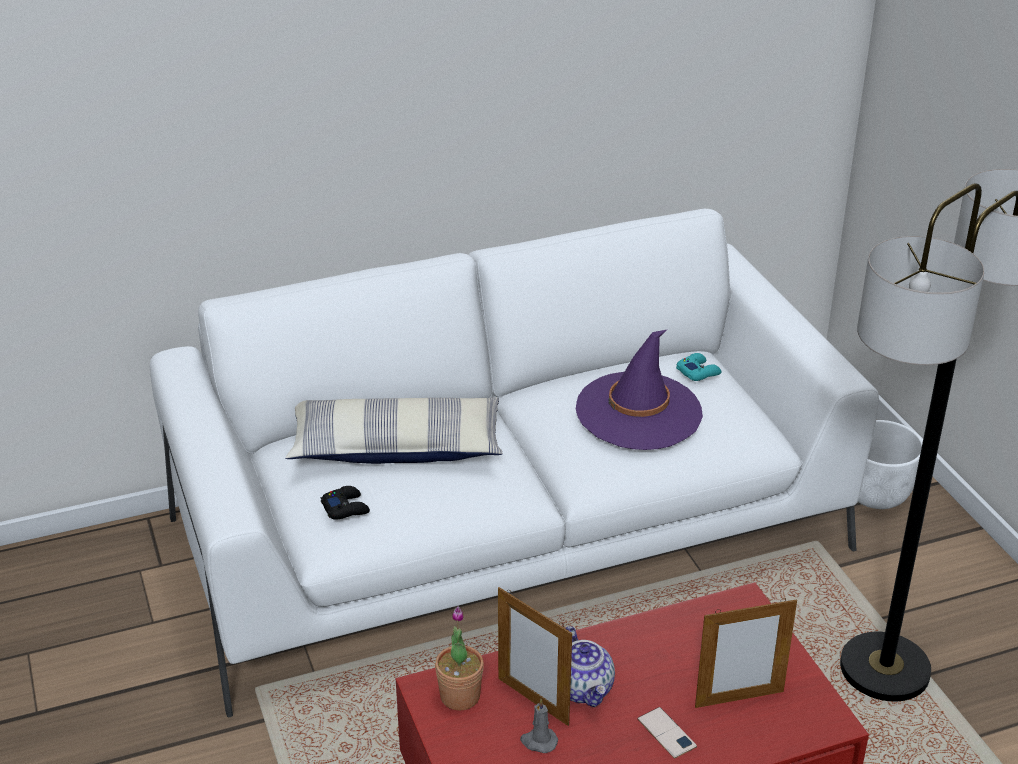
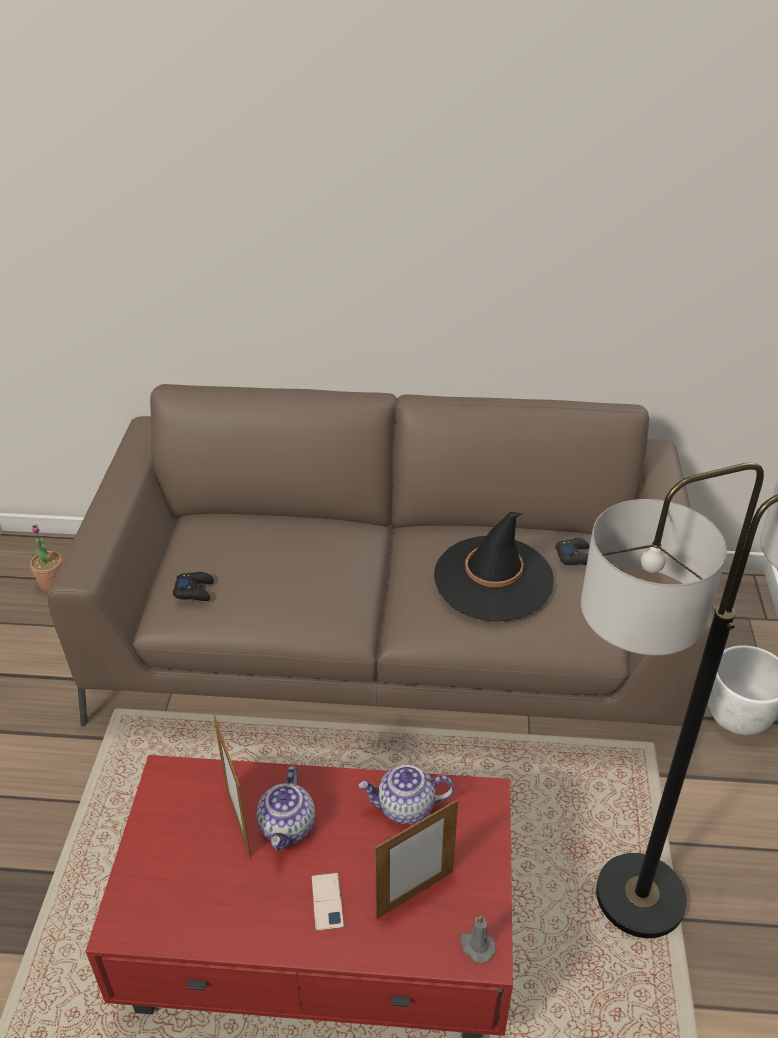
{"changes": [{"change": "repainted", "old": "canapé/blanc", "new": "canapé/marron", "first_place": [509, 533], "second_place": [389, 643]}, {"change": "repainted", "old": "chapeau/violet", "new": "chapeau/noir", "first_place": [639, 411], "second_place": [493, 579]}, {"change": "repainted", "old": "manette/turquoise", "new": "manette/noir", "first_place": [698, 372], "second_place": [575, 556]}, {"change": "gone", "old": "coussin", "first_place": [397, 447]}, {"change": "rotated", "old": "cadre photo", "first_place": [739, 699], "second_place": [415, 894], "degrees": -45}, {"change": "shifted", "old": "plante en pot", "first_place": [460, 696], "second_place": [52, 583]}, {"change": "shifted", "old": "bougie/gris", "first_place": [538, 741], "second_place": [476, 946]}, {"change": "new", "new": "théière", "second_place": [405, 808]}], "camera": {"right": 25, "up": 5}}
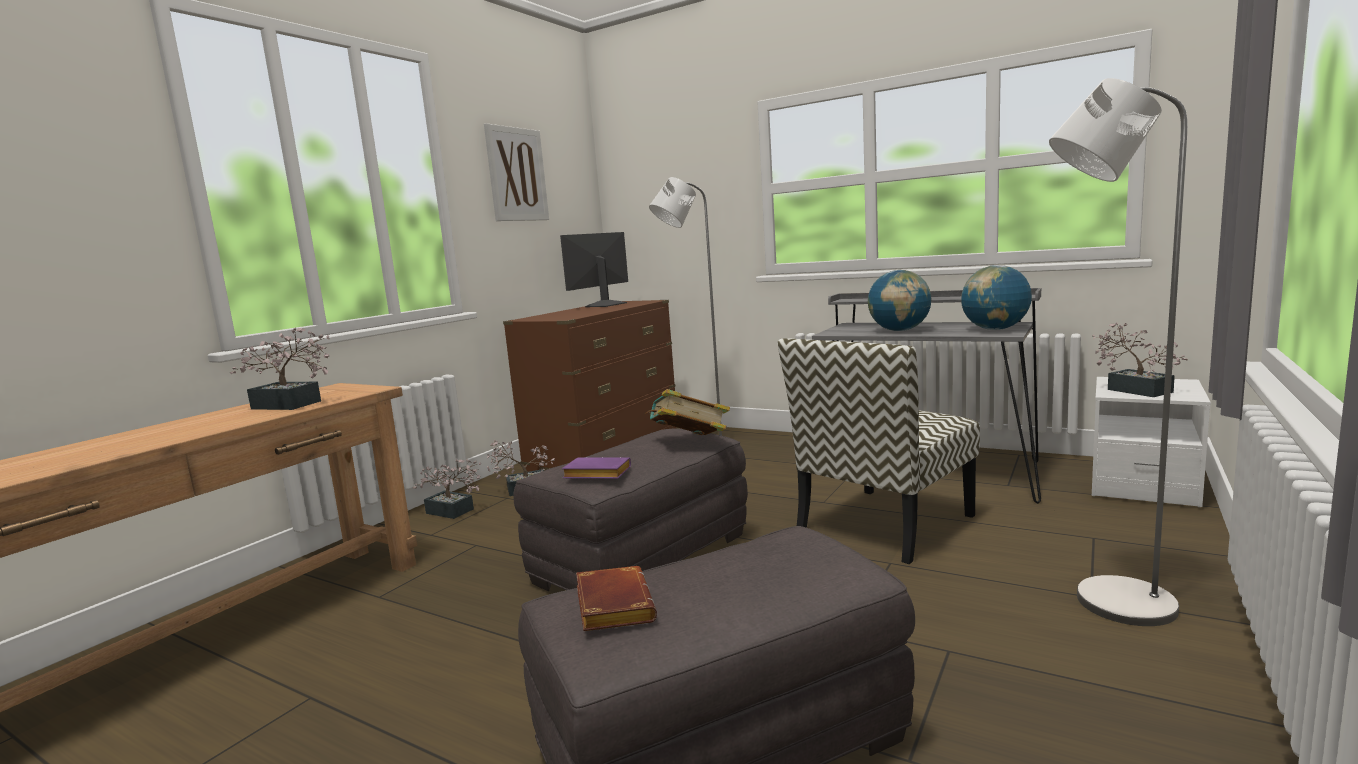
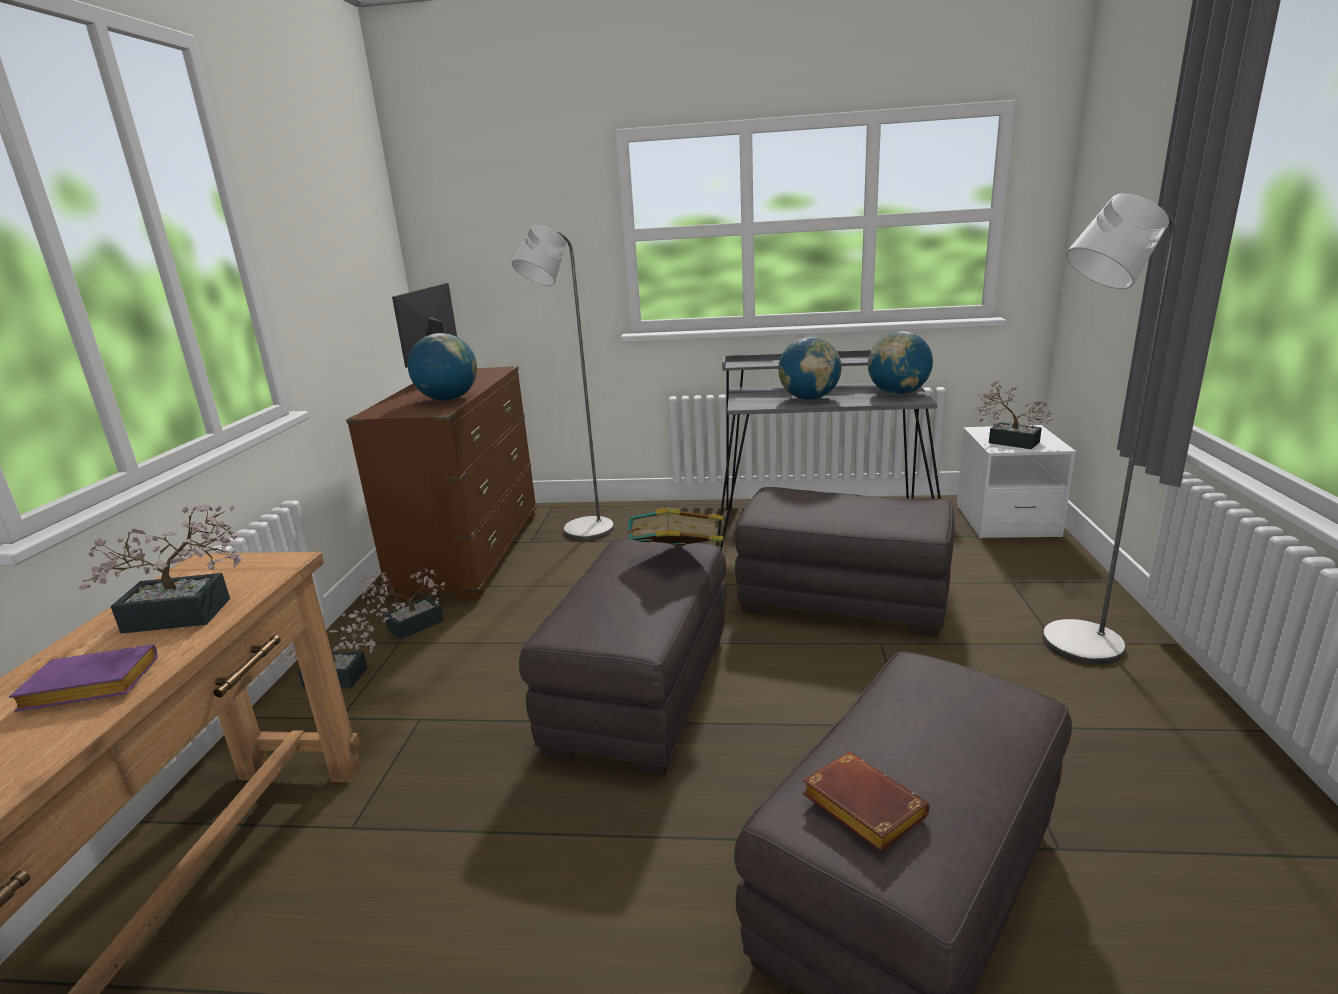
{"changes": [{"change": "gone", "old": "tableau", "first_place": [517, 174]}, {"change": "swapped", "old": "chaise", "new": "pouf/gris", "first_place": [884, 524], "second_place": [841, 600]}, {"change": "shifted", "old": "livre/violet", "first_place": [595, 475], "second_place": [87, 688]}, {"change": "new", "new": "globe", "second_place": [448, 399]}], "camera": {"right": -25, "up": 10}}
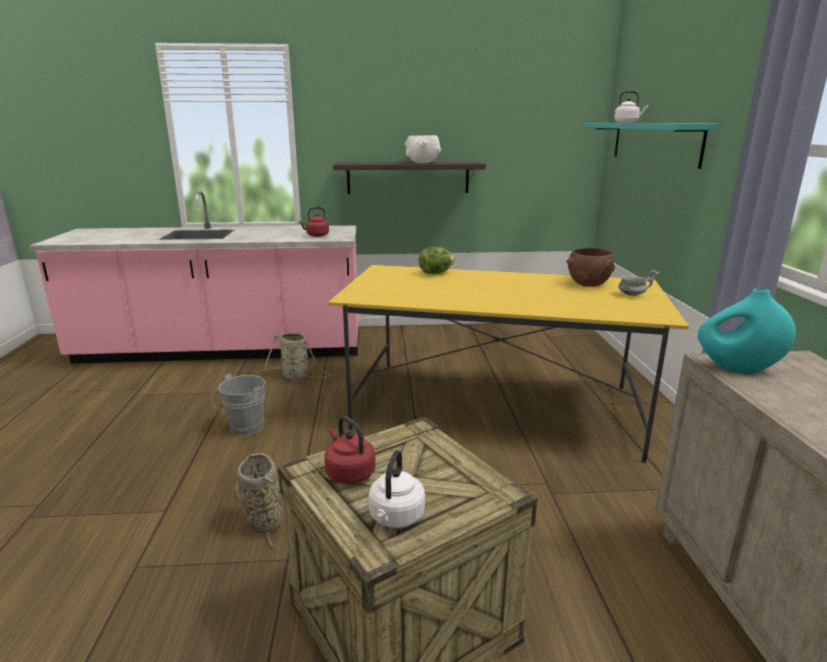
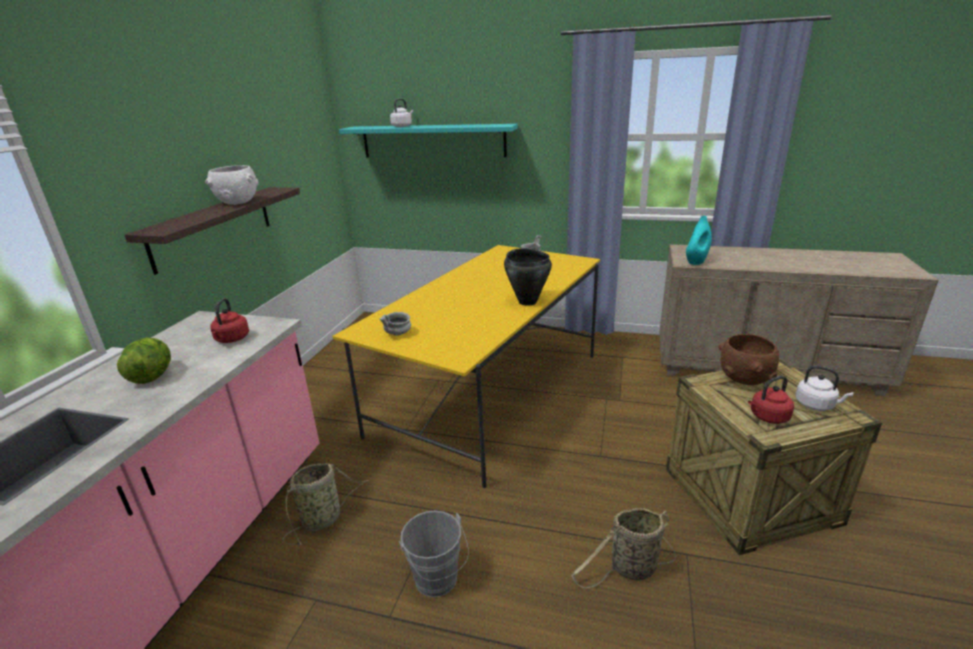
{"changes": [{"change": "shifted", "old": "laitue", "first_place": [436, 273], "second_place": [152, 376]}, {"change": "shifted", "old": "bol/marron", "first_place": [588, 284], "second_place": [744, 379]}, {"change": "new", "new": "marmite/noir", "second_place": [527, 301]}, {"change": "new", "new": "bol/gris", "second_place": [397, 334]}], "camera": {"right": -70, "up": 5}}
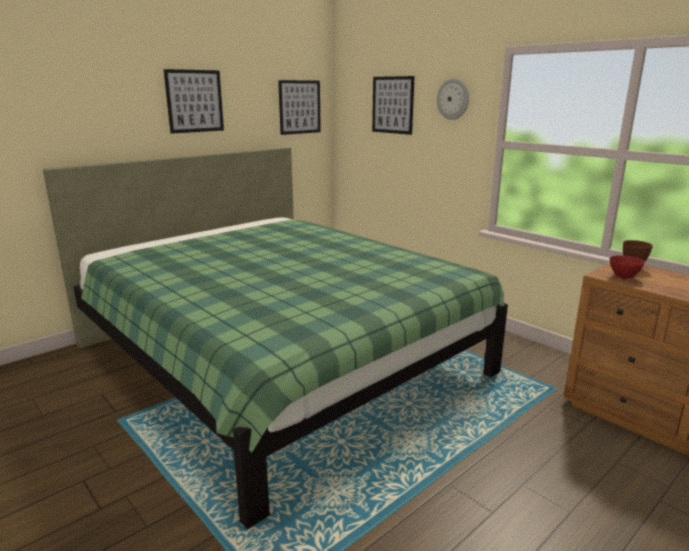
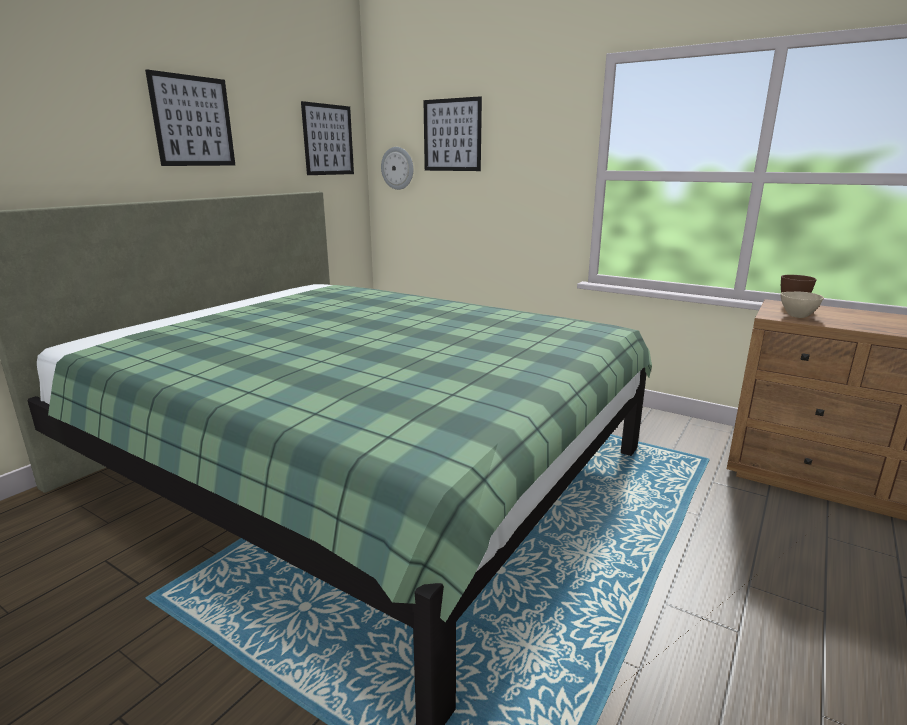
{"changes": [{"change": "shifted", "old": "horloge murale", "first_place": [453, 99], "second_place": [397, 168]}, {"change": "repainted", "old": "bol/rouge", "new": "bol/beige", "first_place": [623, 277], "second_place": [797, 316]}], "camera": {"right": -15, "up": 0}}
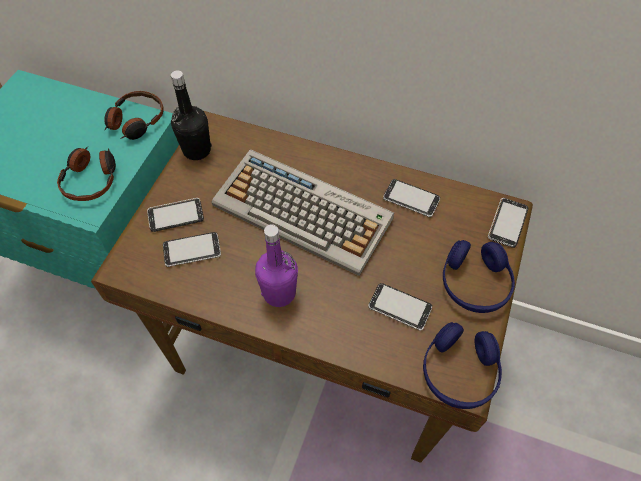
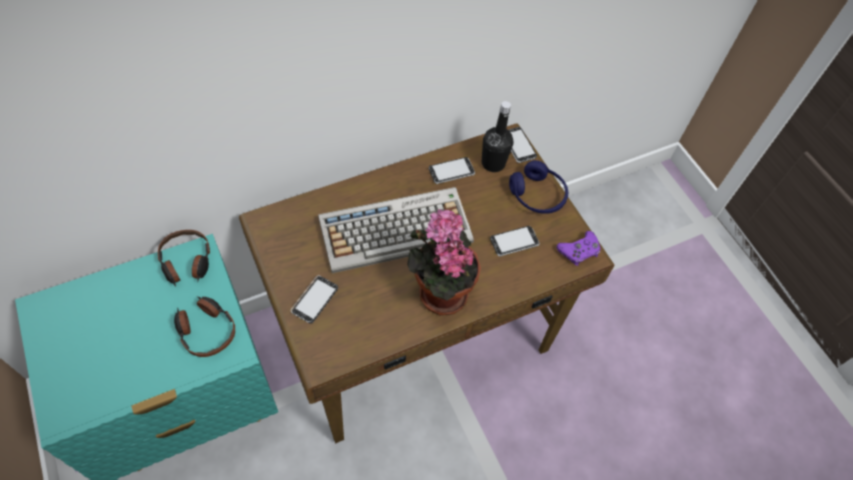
{"changes": [{"change": "shifted", "old": "bouteille/noir", "first_place": [197, 150], "second_place": [493, 163]}, {"change": "swapped", "old": "bouteille/violet", "new": "plante en pot", "first_place": [279, 293], "second_place": [439, 291]}, {"change": "gone", "old": "téléphone", "first_place": [192, 250]}, {"change": "swapped", "old": "casque audio/bleu", "new": "manette/violet", "first_place": [459, 371], "second_place": [579, 251]}], "camera": {"right": -50, "up": 0}}
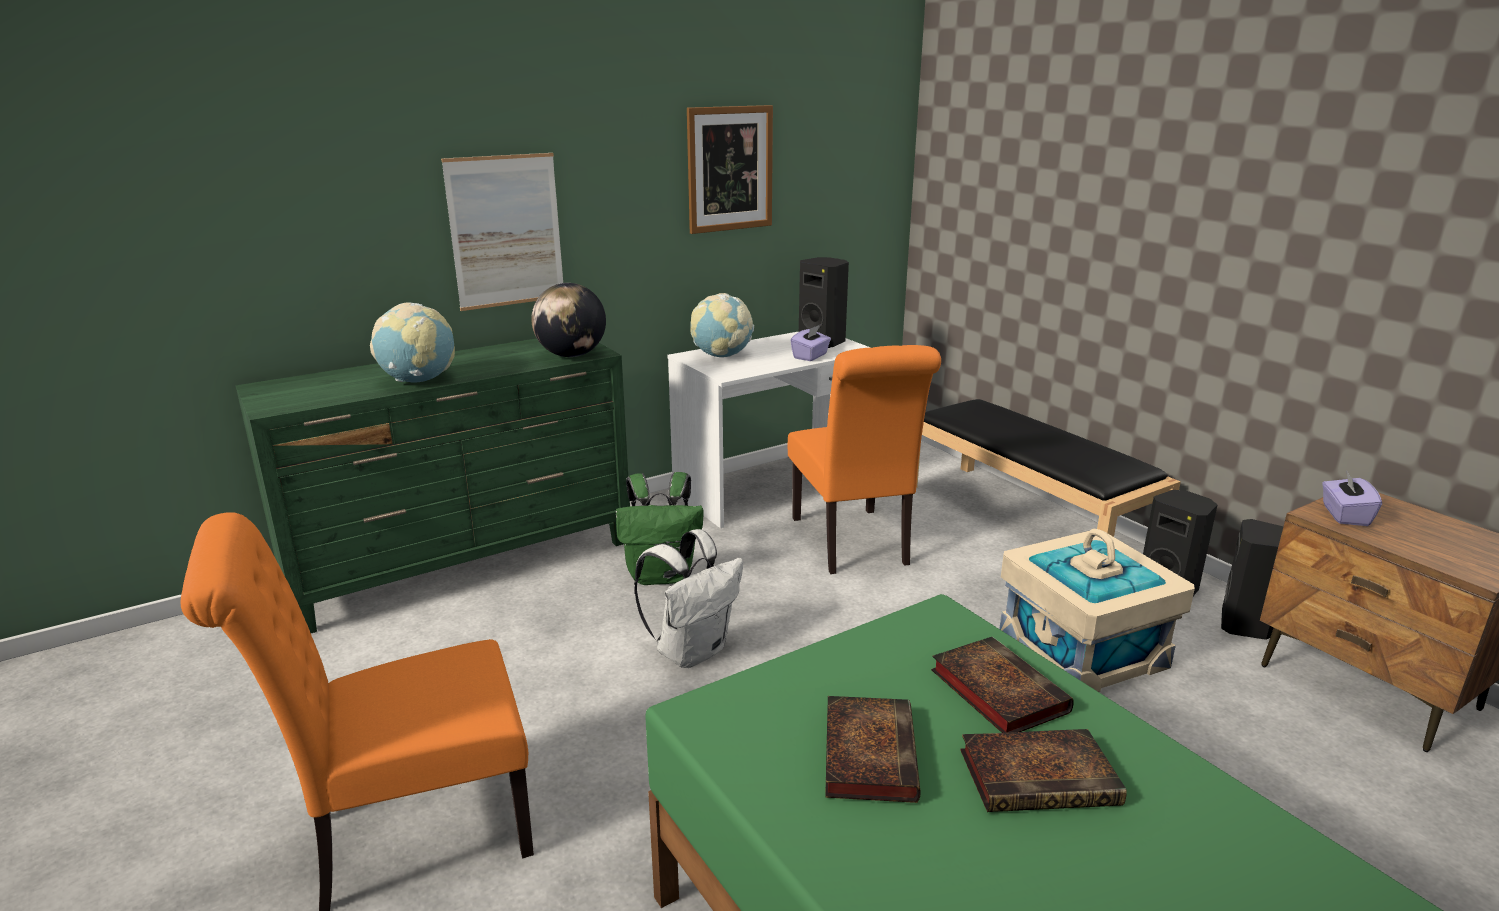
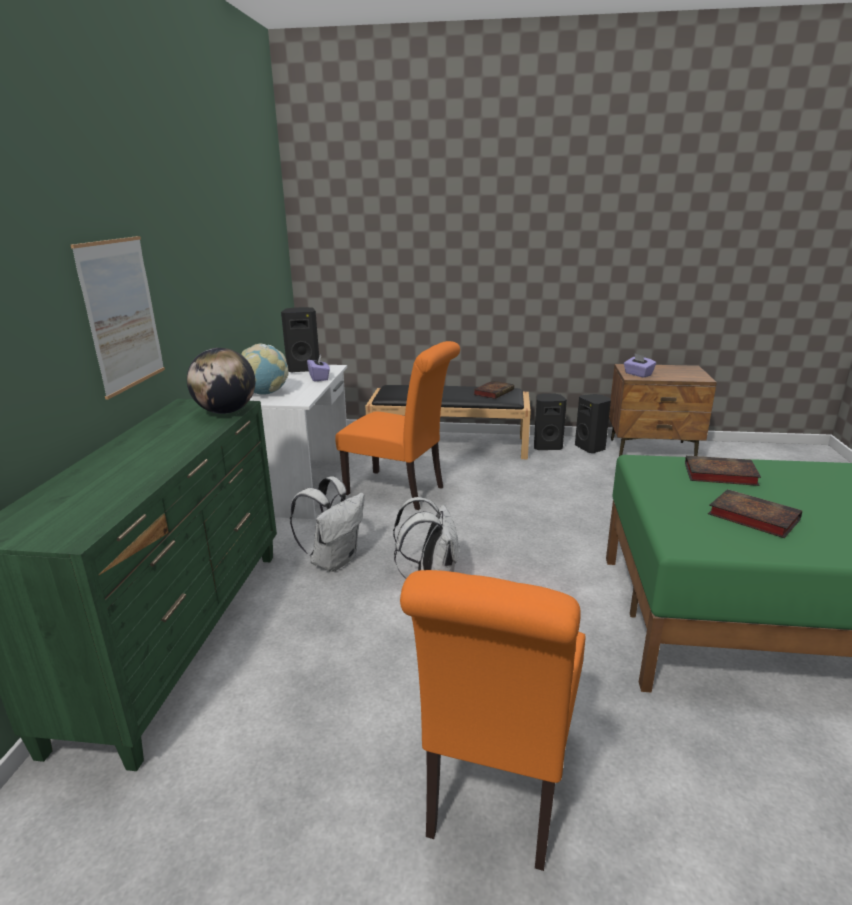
{"changes": [{"change": "gone", "old": "tableau", "first_place": [730, 169]}, {"change": "gone", "old": "globe", "first_place": [418, 381]}, {"change": "repainted", "old": "sac à dos/vert", "new": "sac à dos/blanc", "first_place": [662, 575], "second_place": [334, 560]}, {"change": "gone", "old": "boîte de rangement/beige", "first_place": [1083, 650]}, {"change": "shifted", "old": "livre", "first_place": [1041, 777], "second_place": [494, 392]}], "camera": {"right": -50, "up": 0}}
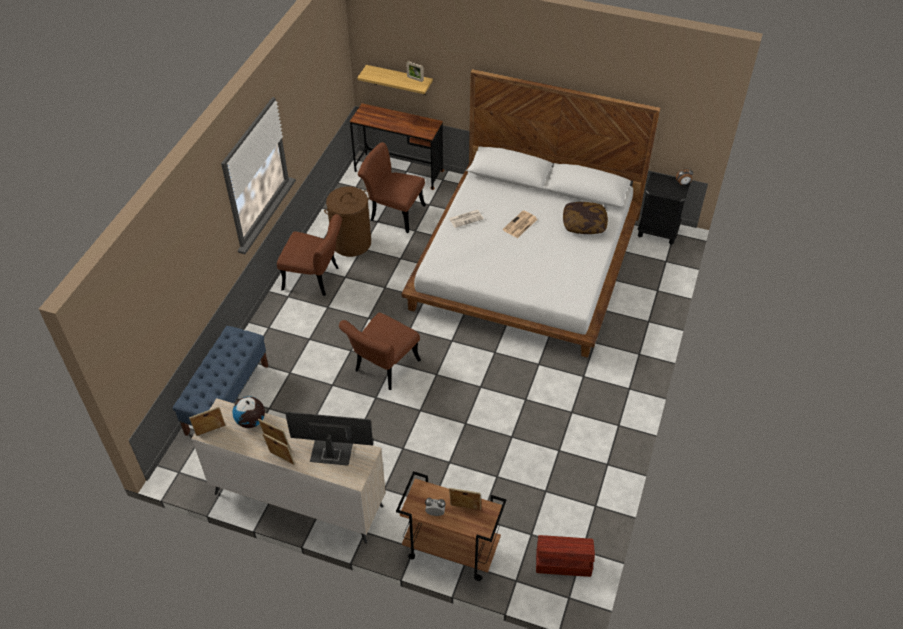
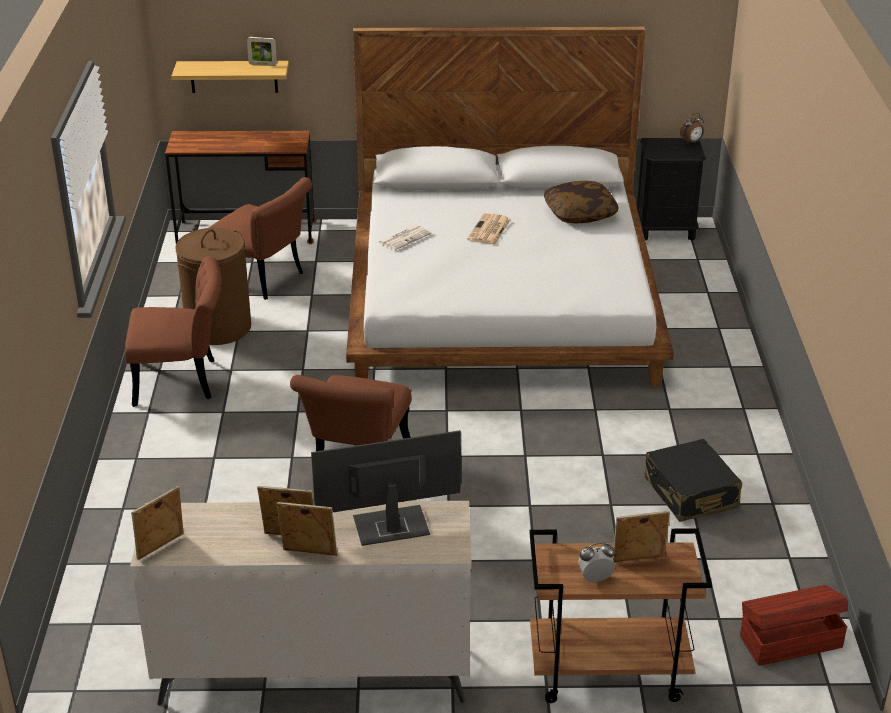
{"changes": [{"change": "rotated", "old": "chaise/marron", "first_place": [393, 212], "second_place": [264, 280], "degrees": -150}, {"change": "gone", "old": "banc/bleu", "first_place": [227, 399]}, {"change": "gone", "old": "globe", "first_place": [251, 421]}, {"change": "new", "new": "valise/noir", "second_place": [690, 493]}], "camera": {"right": -20, "up": -15}}
